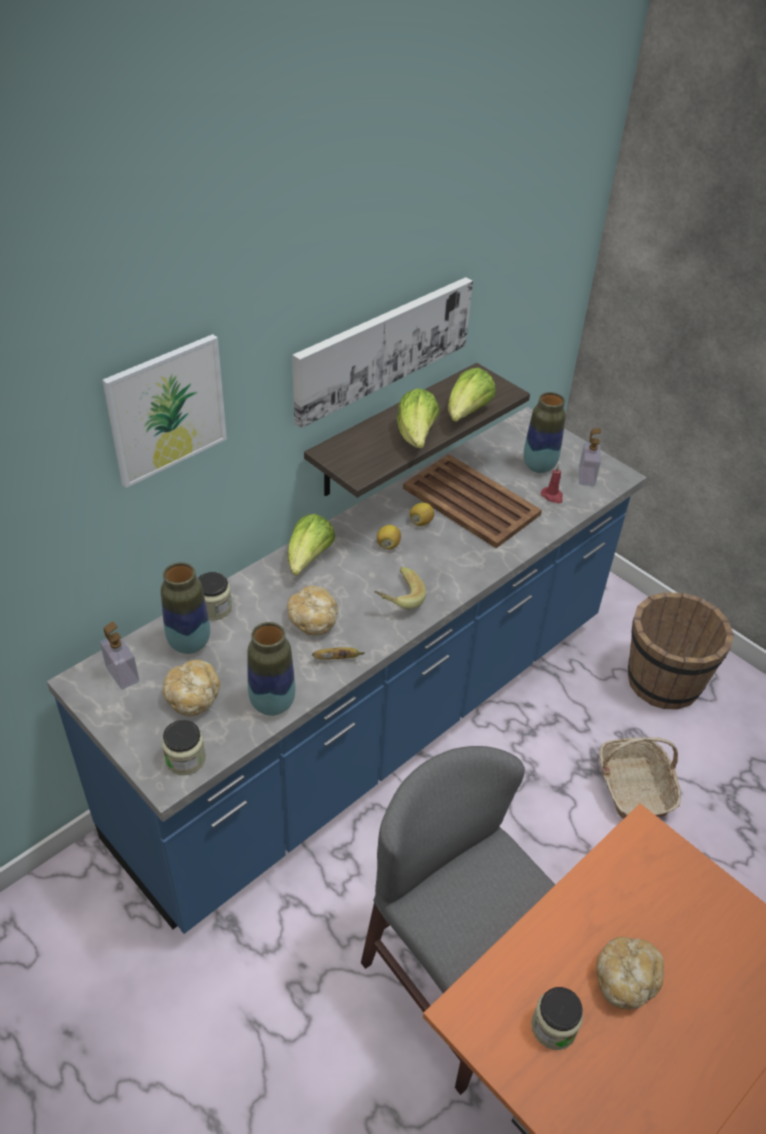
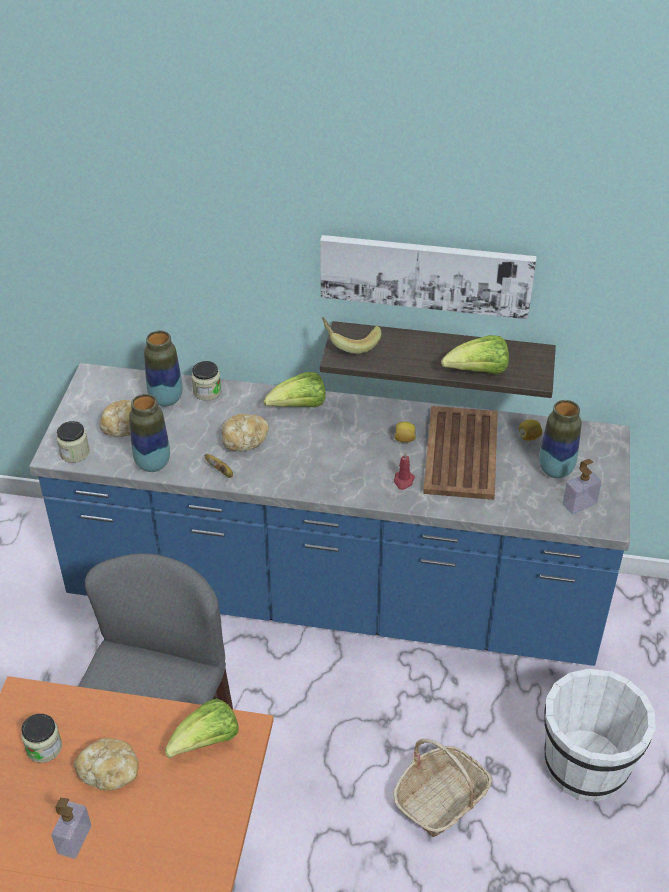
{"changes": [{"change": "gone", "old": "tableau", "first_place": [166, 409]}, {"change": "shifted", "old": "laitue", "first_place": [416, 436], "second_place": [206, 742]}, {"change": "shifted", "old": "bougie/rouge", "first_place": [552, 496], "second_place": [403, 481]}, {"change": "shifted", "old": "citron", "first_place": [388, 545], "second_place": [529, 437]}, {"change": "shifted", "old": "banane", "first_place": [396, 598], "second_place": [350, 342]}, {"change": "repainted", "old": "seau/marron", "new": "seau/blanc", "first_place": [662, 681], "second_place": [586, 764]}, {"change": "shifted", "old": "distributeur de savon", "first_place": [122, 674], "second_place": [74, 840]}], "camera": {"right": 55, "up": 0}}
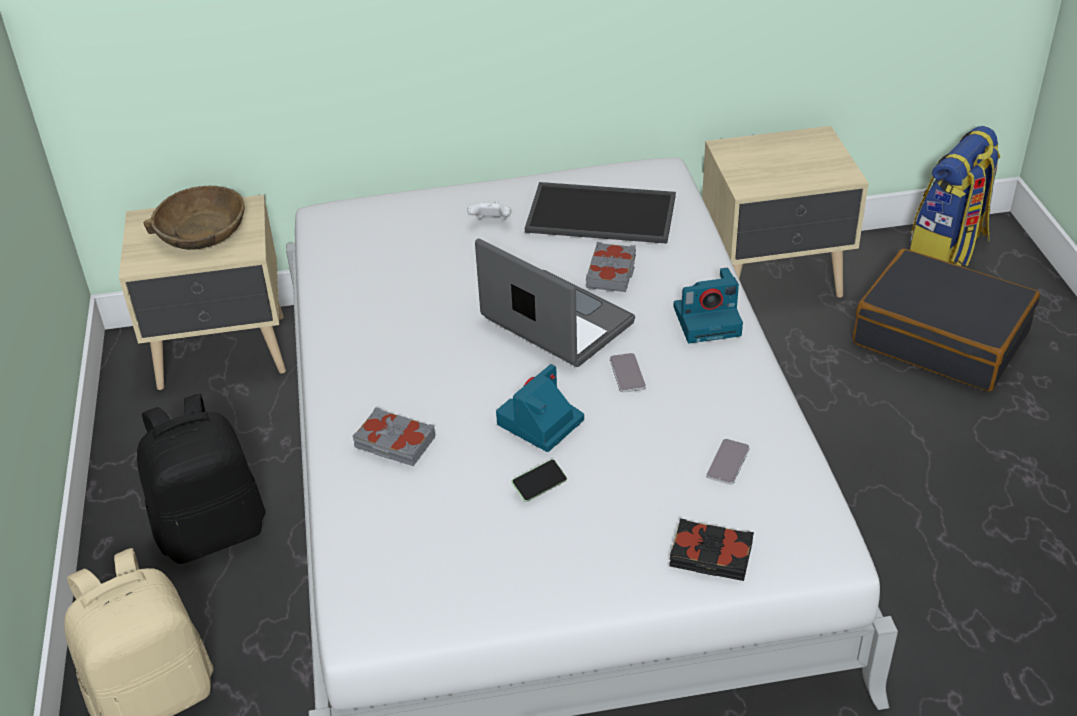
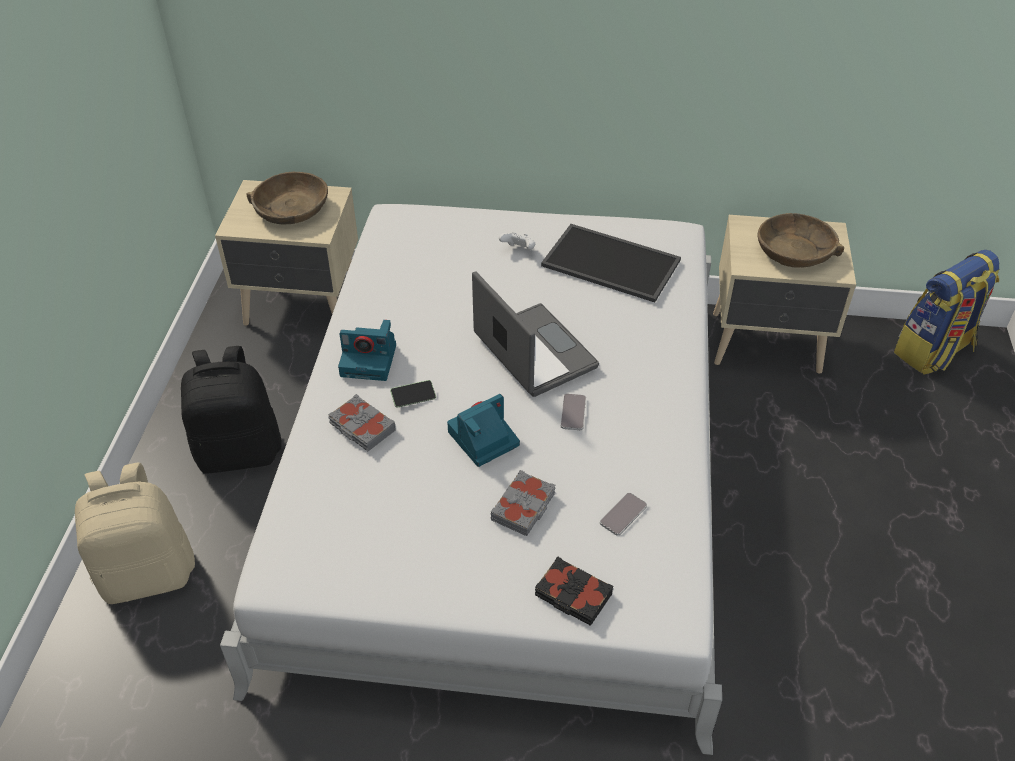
{"changes": [{"change": "shifted", "old": "livre/gris", "first_place": [612, 272], "second_place": [524, 507]}, {"change": "gone", "old": "valise/noir", "first_place": [941, 338]}, {"change": "shifted", "old": "appareil photo", "first_place": [708, 320], "second_place": [370, 360]}, {"change": "shifted", "old": "téléphone", "first_place": [539, 486], "second_place": [413, 398]}, {"change": "new", "new": "bol/marron", "second_place": [795, 251]}], "camera": {"right": 15, "up": 5}}
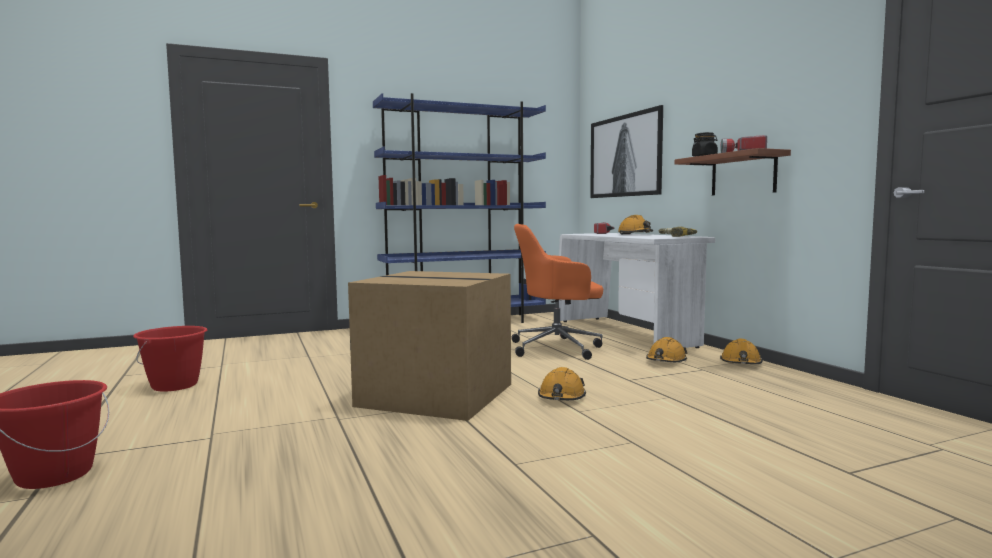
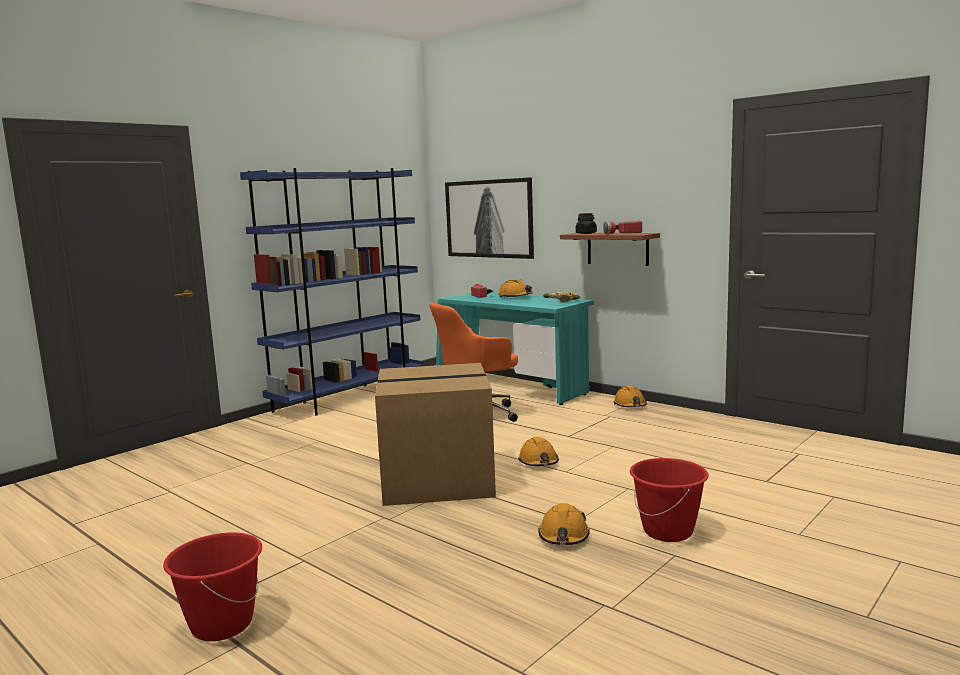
{"changes": [{"change": "repainted", "old": "bureau/blanc", "new": "bureau/turquoise", "first_place": [624, 333], "second_place": [512, 388]}, {"change": "shifted", "old": "seau/rouge", "first_place": [175, 385], "second_place": [668, 531]}, {"change": "shifted", "old": "casque de chantier/orange", "first_place": [666, 361], "second_place": [564, 536]}], "camera": {"right": -25, "up": 5}}
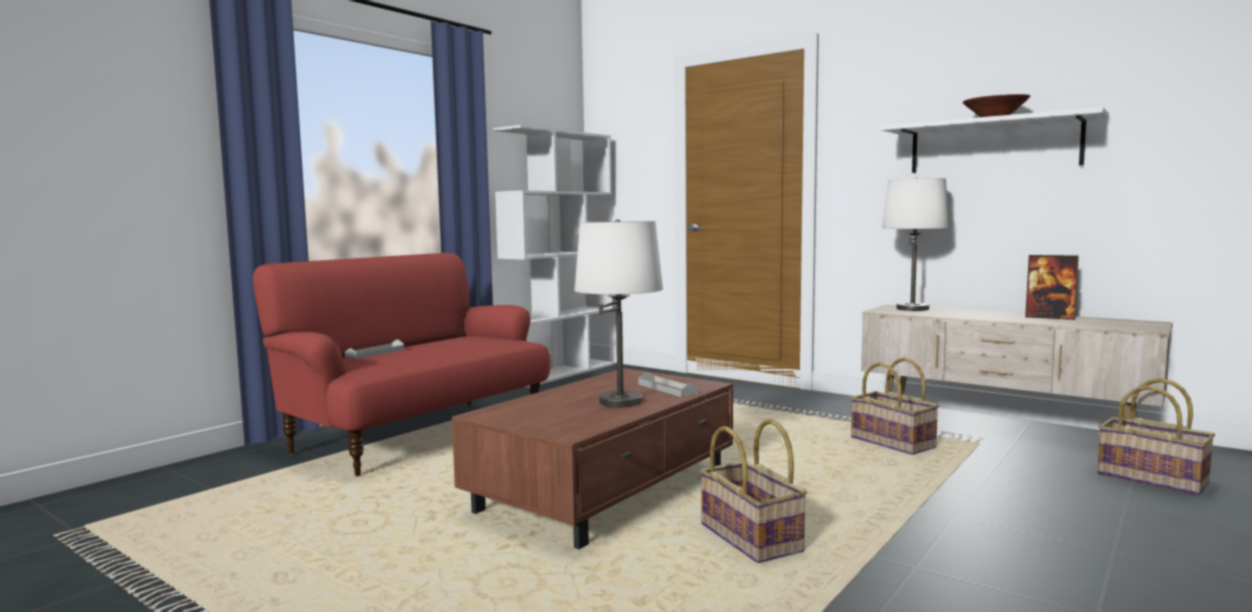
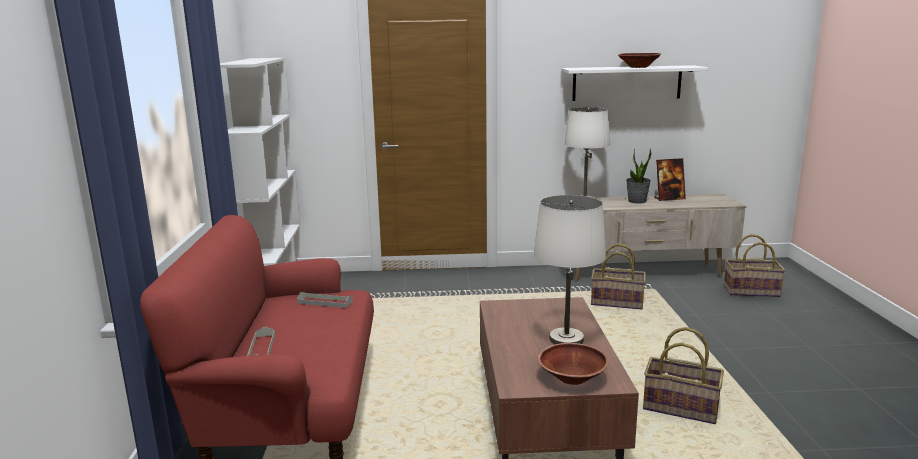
{"changes": [{"change": "shifted", "old": "plateau/gris", "first_place": [667, 389], "second_place": [325, 302]}, {"change": "new", "new": "plante en pot", "second_place": [637, 201]}, {"change": "new", "new": "bol/marron", "second_place": [572, 378]}], "camera": {"right": -40, "up": 10}}
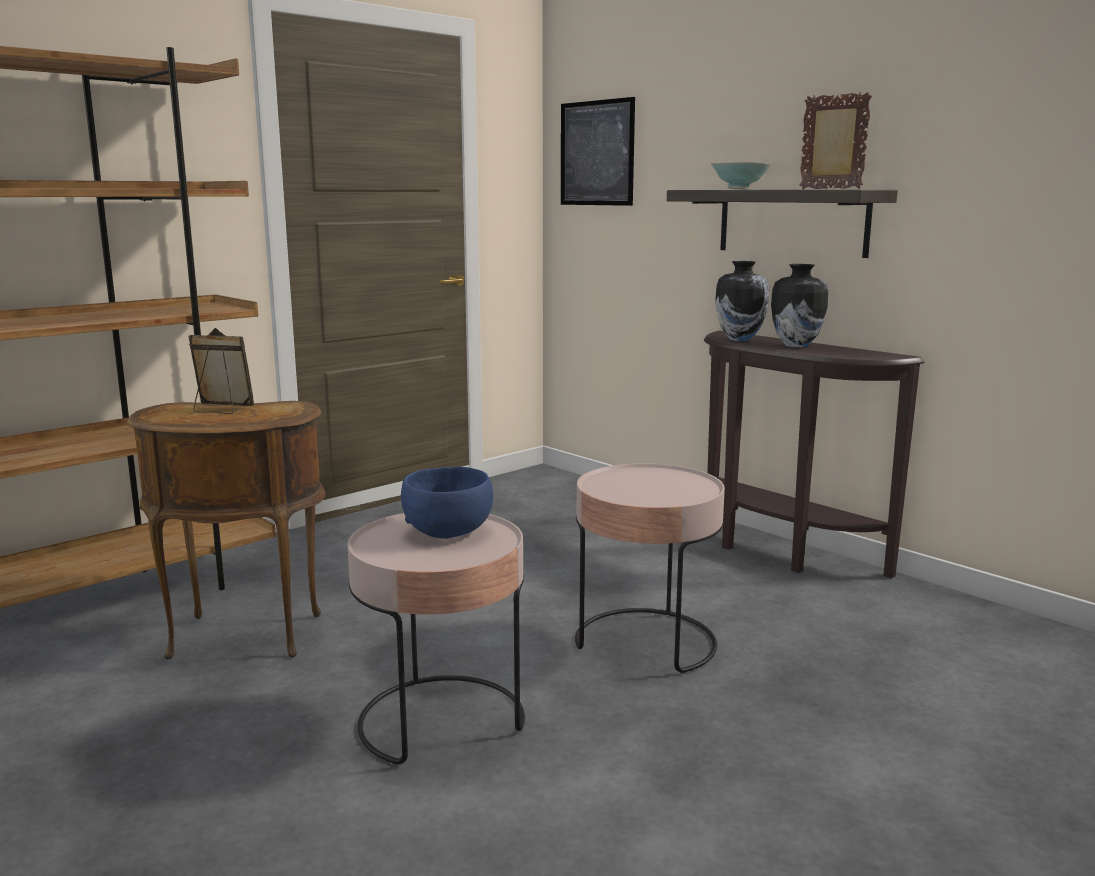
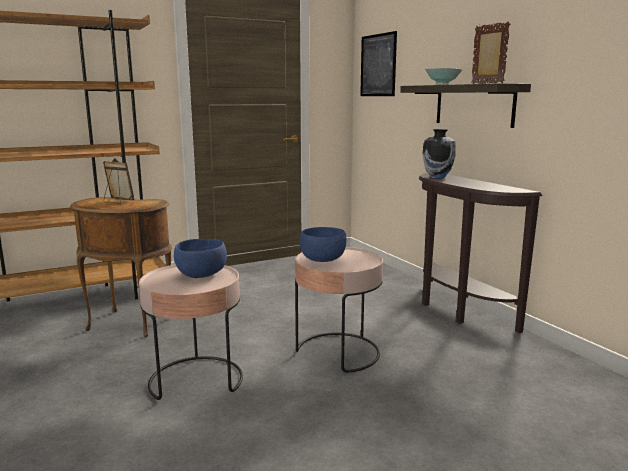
{"changes": [{"change": "gone", "old": "vase", "first_place": [795, 345]}, {"change": "new", "new": "bol/bleu", "second_place": [322, 260]}], "camera": {"right": 15, "up": 0}}
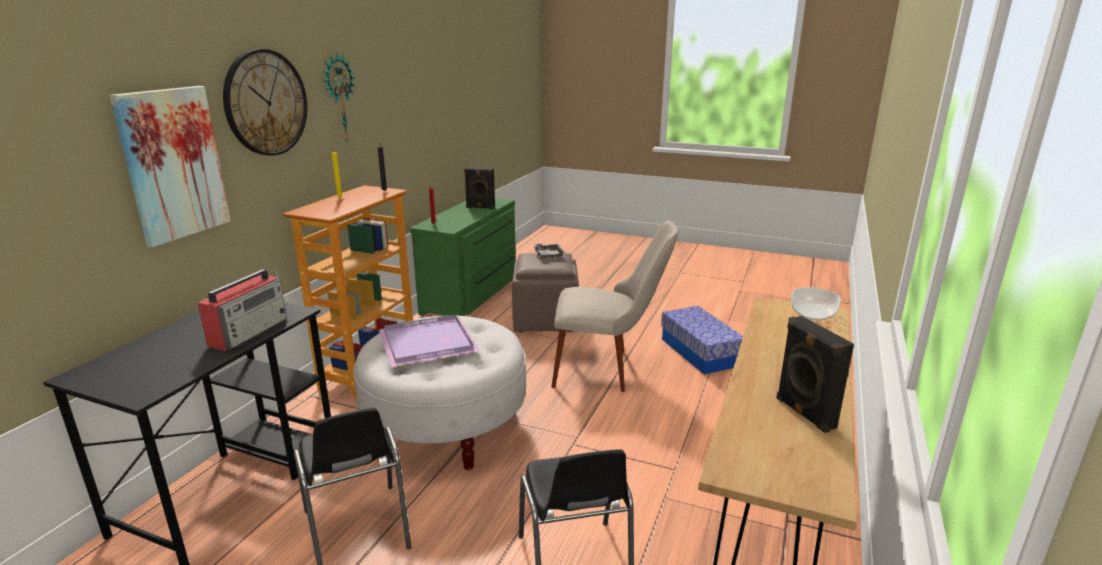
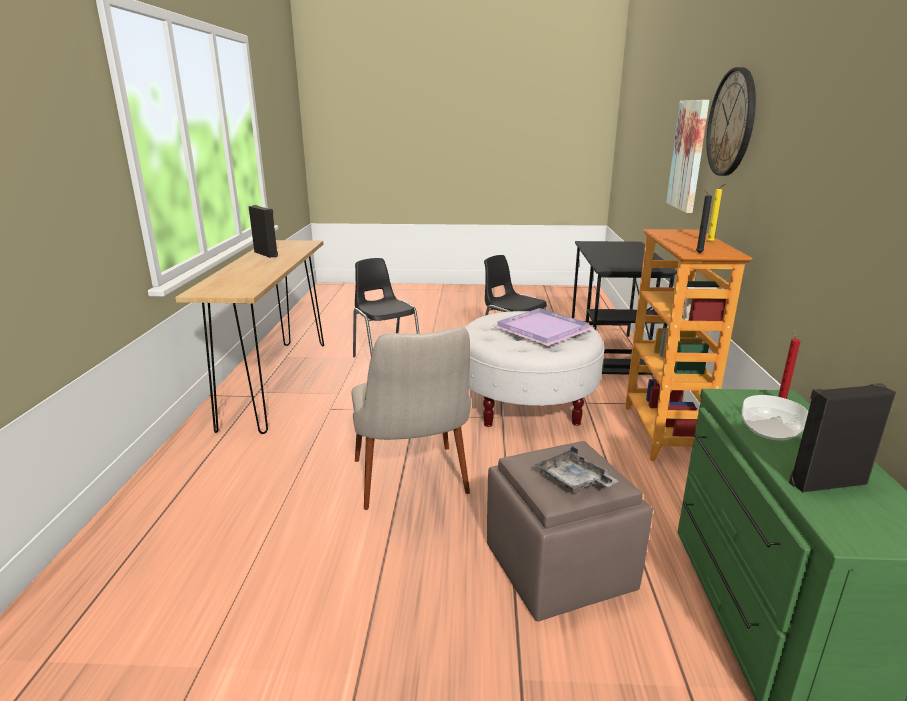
{"changes": [{"change": "gone", "old": "horloge murale", "first_place": [339, 99]}, {"change": "rotated", "old": "chaise/beige", "first_place": [607, 369], "second_place": [414, 488], "degrees": -90}, {"change": "gone", "old": "radio", "first_place": [250, 331]}, {"change": "shifted", "old": "bol", "first_place": [813, 313], "second_place": [770, 430]}, {"change": "gone", "old": "boîte de rangement", "first_place": [699, 352]}], "camera": {"right": 160, "up": 0}}
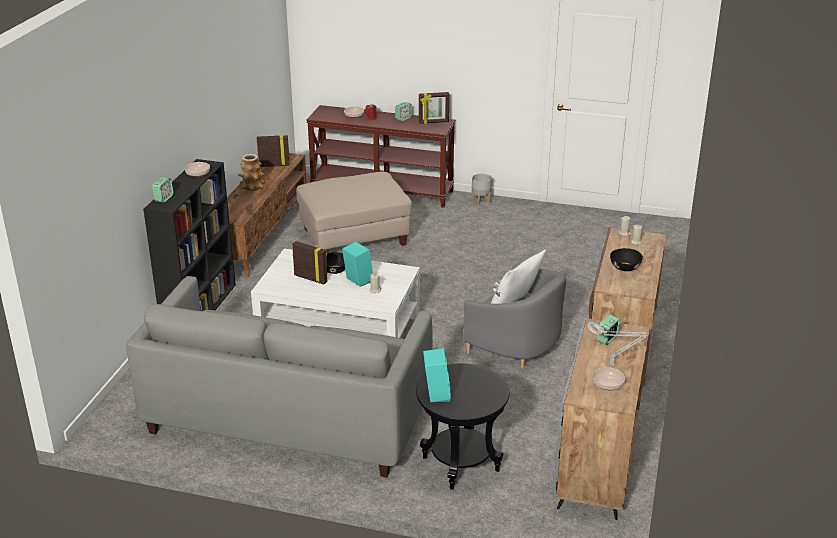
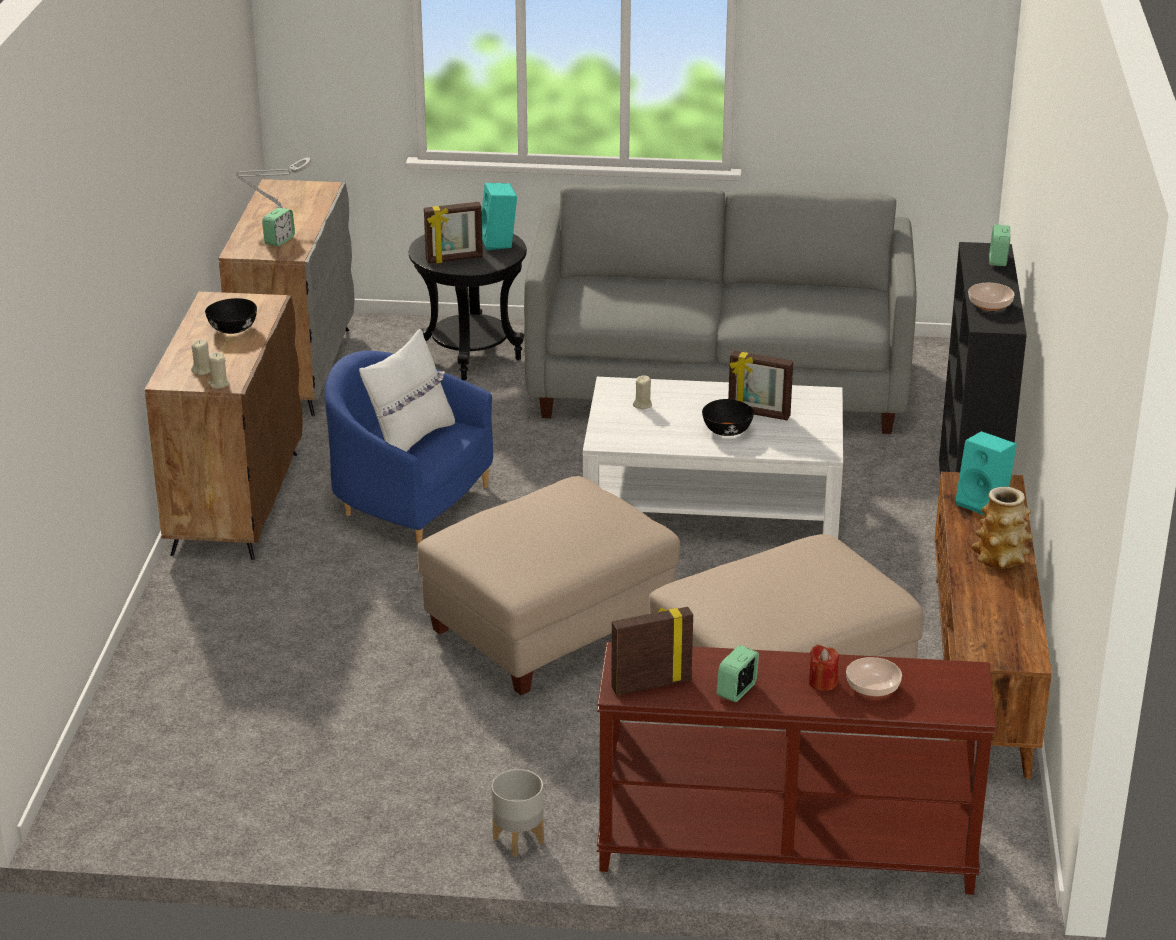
{"changes": [{"change": "shifted", "old": "cadre photo", "first_place": [274, 165], "second_place": [454, 259]}, {"change": "shifted", "old": "enceinte/turquoise", "first_place": [357, 280], "second_place": [984, 503]}, {"change": "repainted", "old": "fauteuil/gris", "new": "fauteuil/bleu", "first_place": [516, 346], "second_place": [407, 503]}, {"change": "gone", "old": "bol", "first_place": [608, 384]}, {"change": "new", "new": "pouf/beige", "second_place": [548, 629]}], "camera": {"right": 170, "up": 0}}
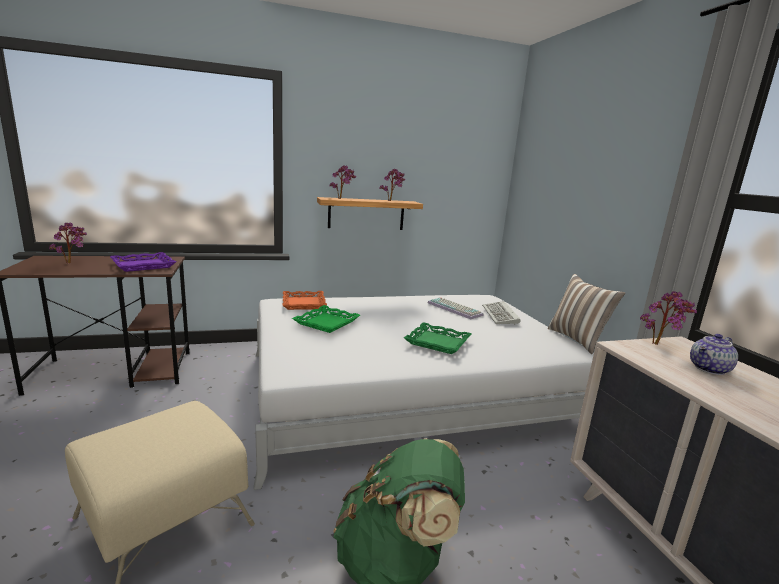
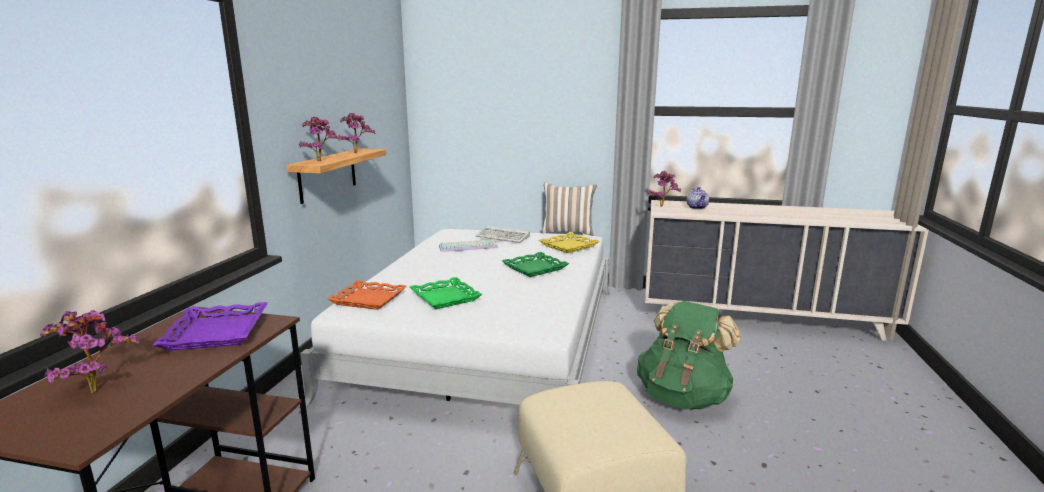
{"changes": [{"change": "new", "new": "plateau/jaune", "second_place": [569, 246]}], "camera": {"right": -60, "up": 0}}
